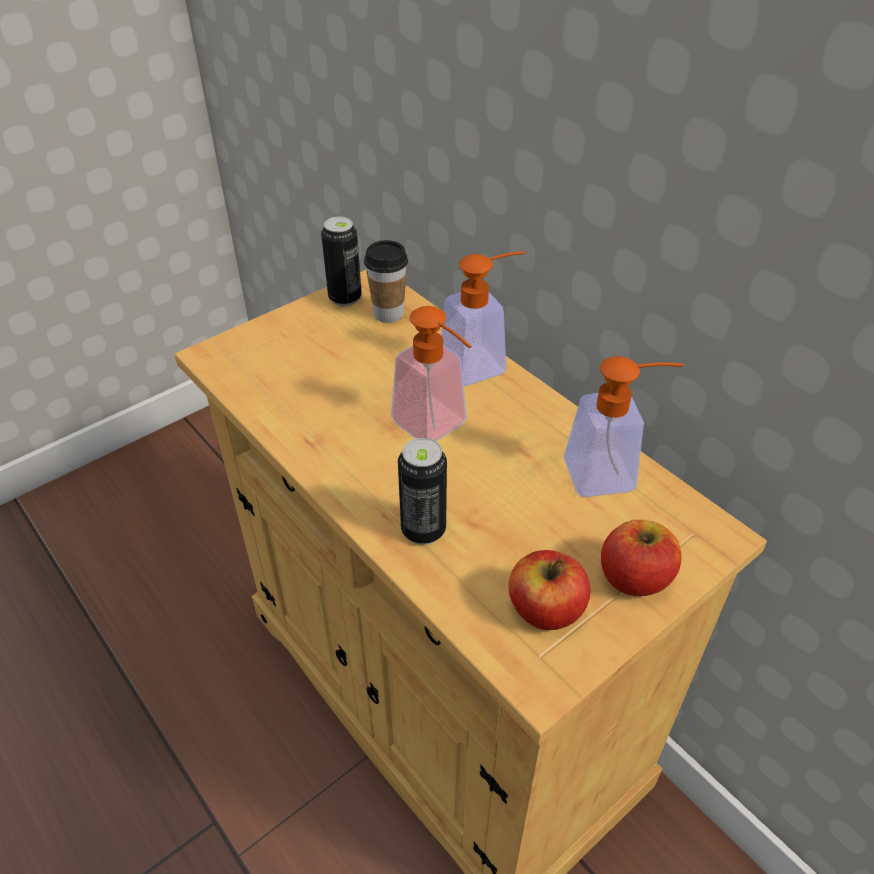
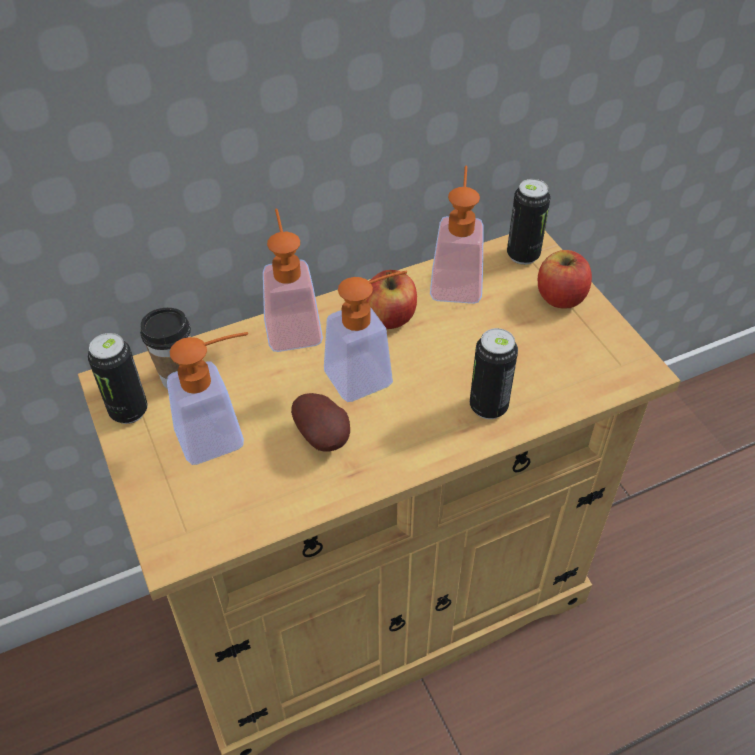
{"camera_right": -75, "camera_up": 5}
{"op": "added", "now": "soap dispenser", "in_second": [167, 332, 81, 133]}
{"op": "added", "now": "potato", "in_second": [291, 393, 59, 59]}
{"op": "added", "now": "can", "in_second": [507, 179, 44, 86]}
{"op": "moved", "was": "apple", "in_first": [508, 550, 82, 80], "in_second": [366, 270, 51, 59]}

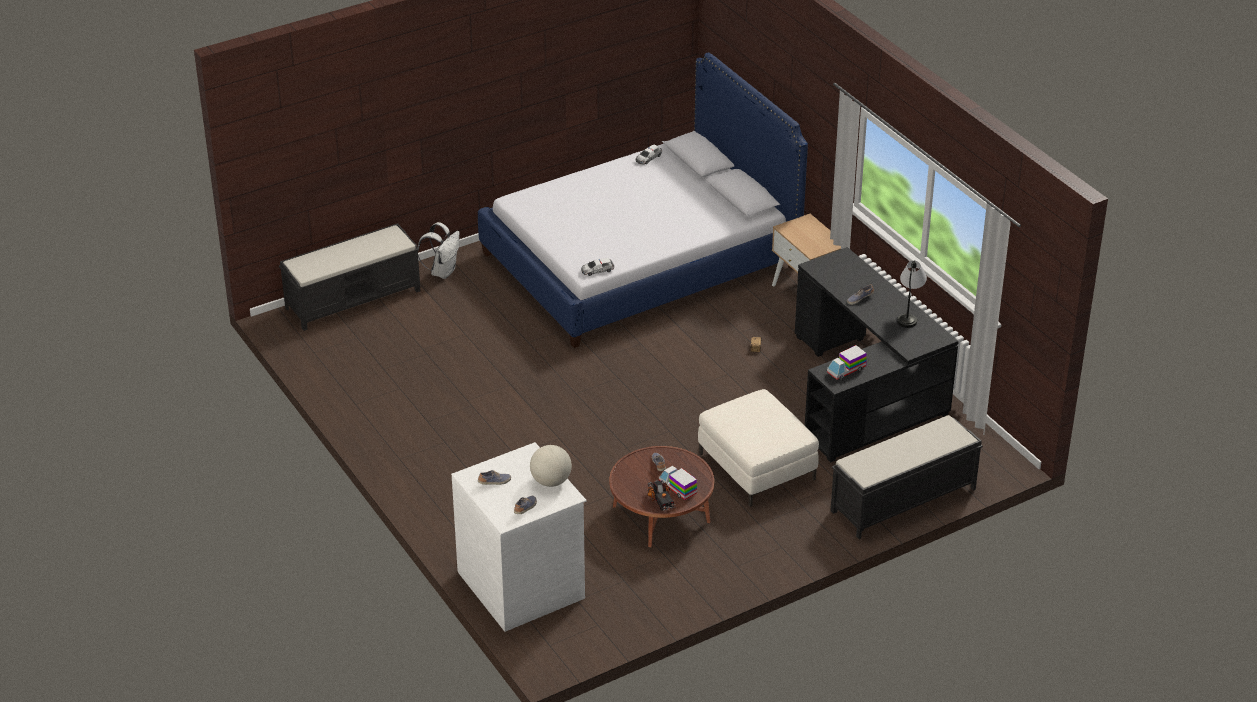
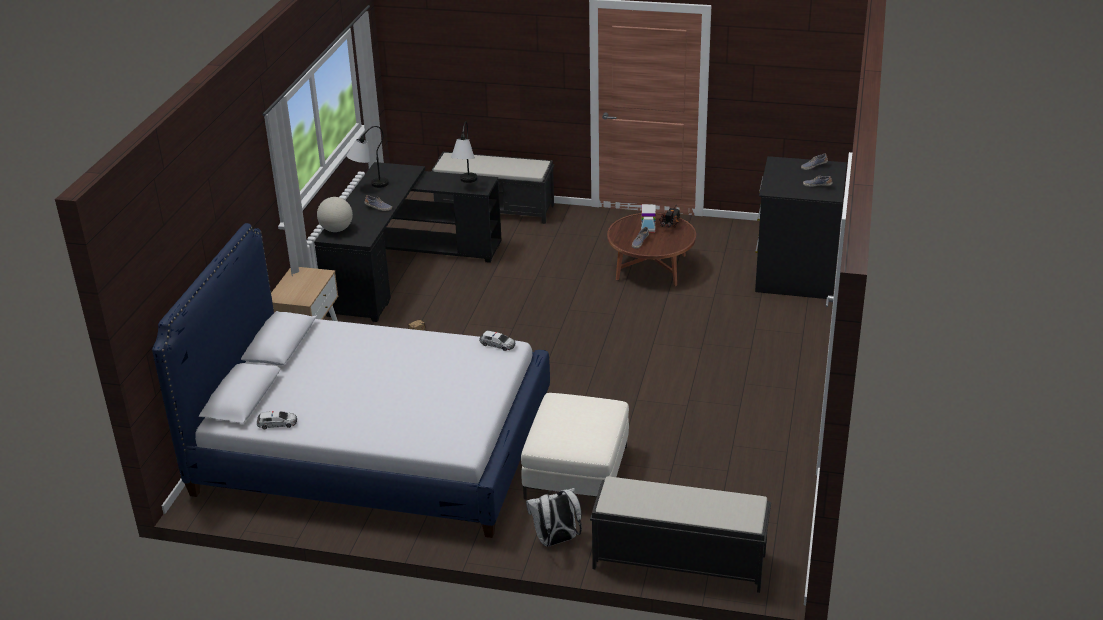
{"camera_right": -135, "camera_up": -5}
{"op": "moved", "was": "globe", "in_first": [530, 445, 42, 42], "in_second": [317, 197, 36, 35]}
{"op": "moved", "was": "white ottoman", "in_first": [698, 389, 121, 118], "in_second": [521, 393, 108, 106]}
{"op": "replaced", "was": "toy truck", "now": "table lamp", "in_first": [827, 345, 40, 35], "in_second": [451, 121, 26, 62]}
{"op": "recoloured", "was": "white dresser", "now": "black dresser", "in_first": [451, 442, 136, 190], "in_second": [755, 156, 92, 143]}

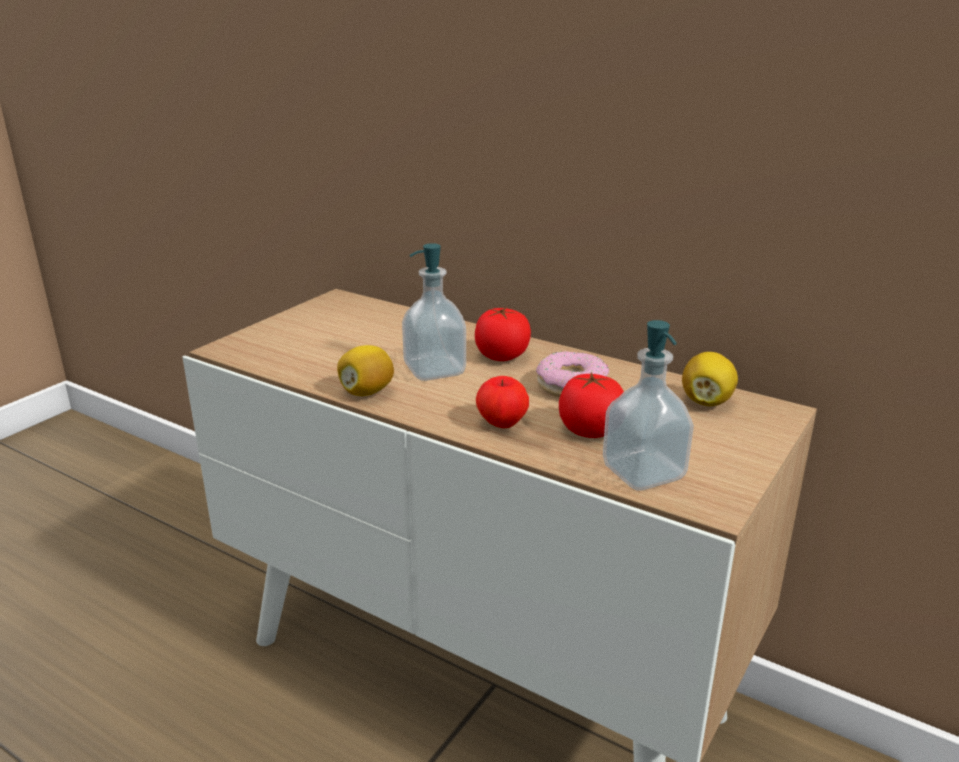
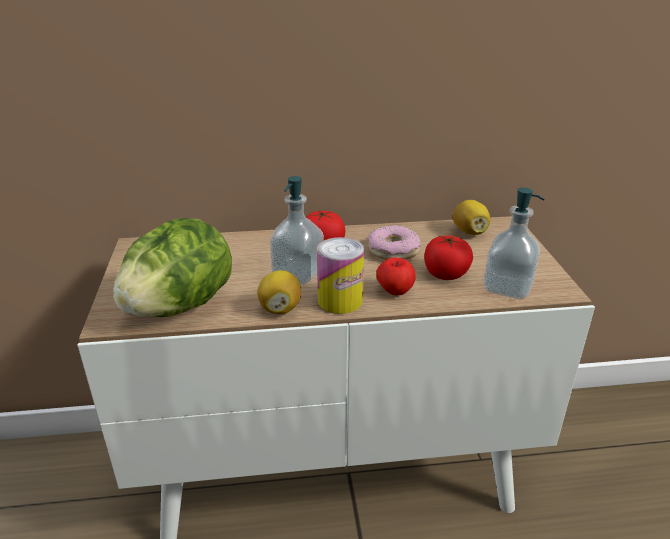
{"camera_right": -40, "camera_up": 5}
{"op": "added", "now": "lettuce", "in_second": [113, 218, 119, 99]}
{"op": "added", "now": "can", "in_second": [317, 237, 47, 77]}

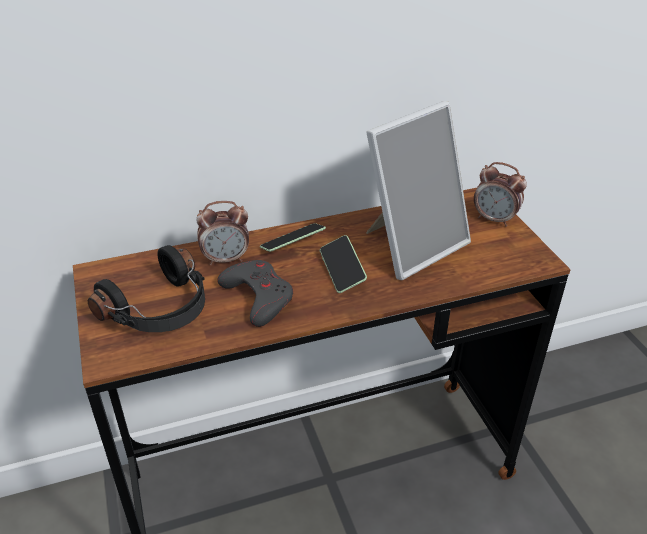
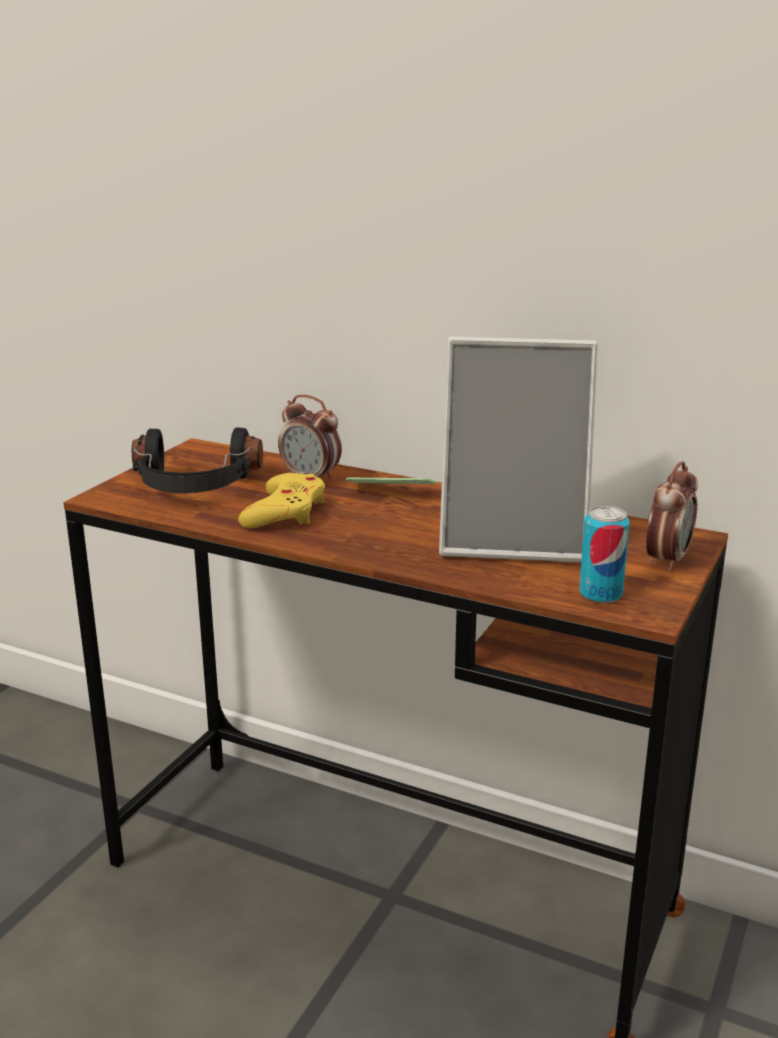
{"camera_right": 45, "camera_up": -15}
{"op": "removed", "was": "phone", "in_first": [320, 235, 47, 58]}
{"op": "added", "now": "can", "in_second": [579, 506, 51, 97]}
{"op": "recoloured", "was": "grey game controller", "now": "yellow game controller", "in_first": [217, 260, 76, 67], "in_second": [238, 473, 87, 55]}
{"op": "turned", "was": "alarm clock", "in_first": [474, 162, 53, 65], "in_second": [646, 461, 52, 110], "clockwise": -135}

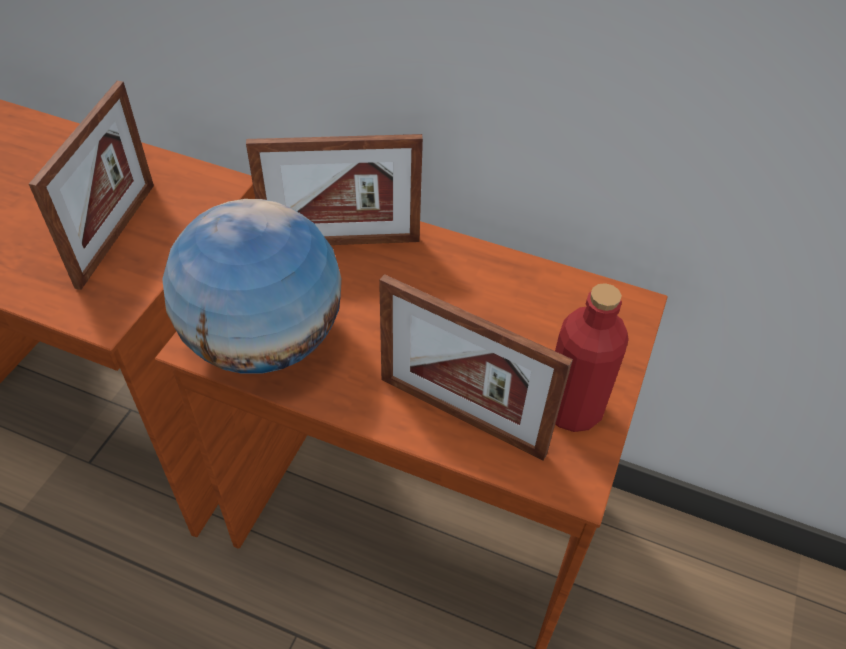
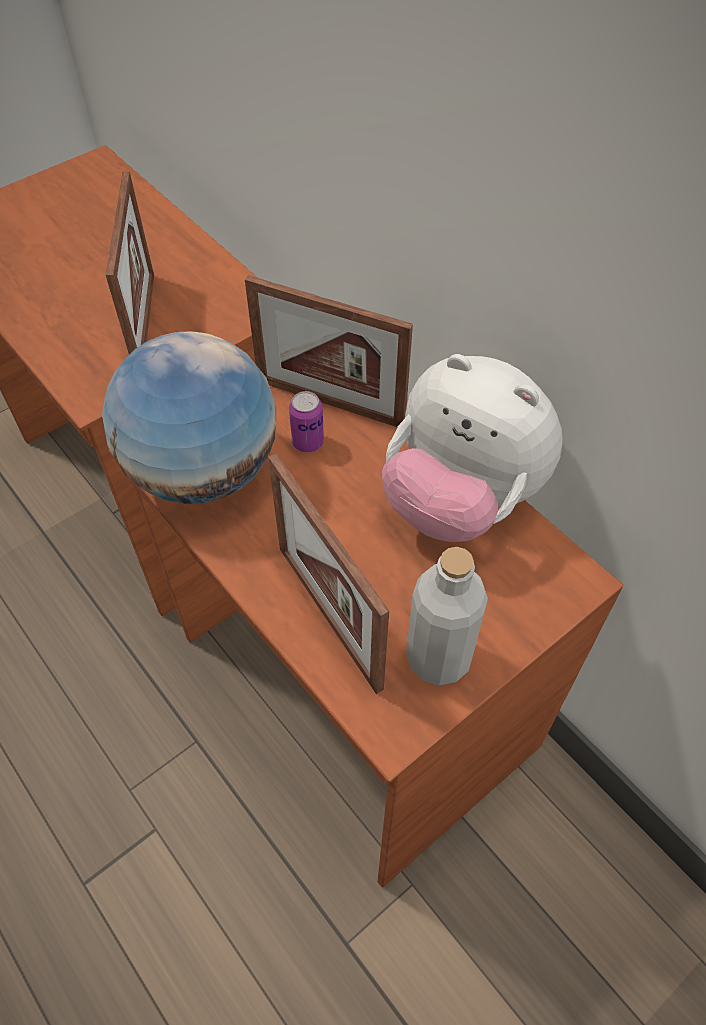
{"camera_right": 30, "camera_up": 5}
{"op": "added", "now": "can", "in_second": [289, 391, 35, 61]}
{"op": "added", "now": "plush toy", "in_second": [382, 354, 180, 188]}
{"op": "recoloured", "was": "red bottle", "now": "grey bottle", "in_first": [555, 283, 74, 149], "in_second": [406, 547, 82, 139]}
{"op": "turned", "was": "picture frame", "in_first": [29, 81, 125, 209], "in_second": [106, 172, 48, 183], "clockwise": -45}

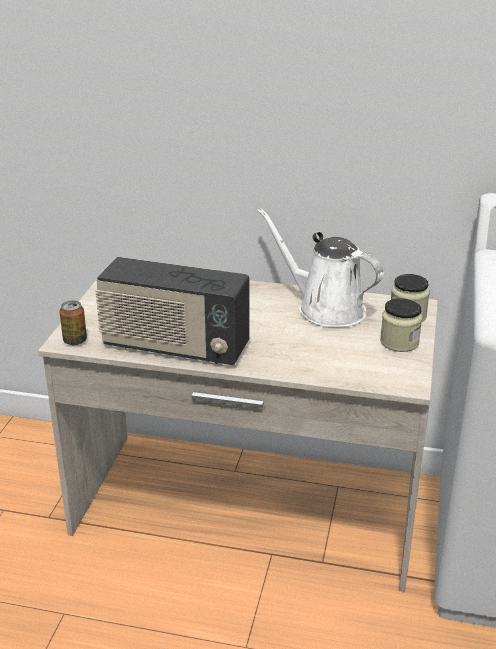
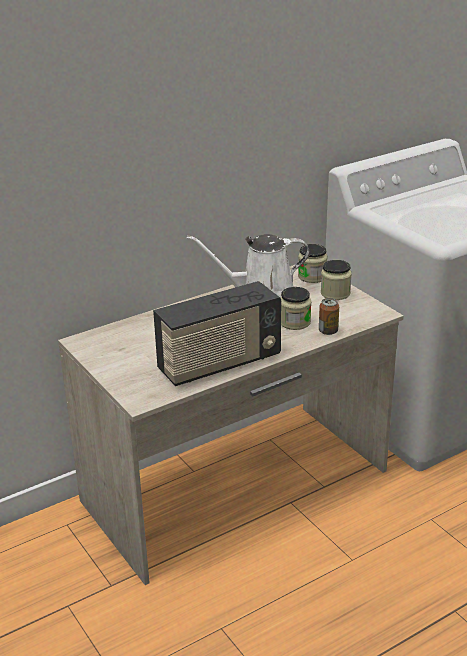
{"camera_right": -45, "camera_up": 0}
{"op": "added", "now": "jar", "in_second": [281, 287, 30, 43]}
{"op": "moved", "was": "can", "in_first": [59, 300, 28, 45], "in_second": [319, 298, 20, 37]}

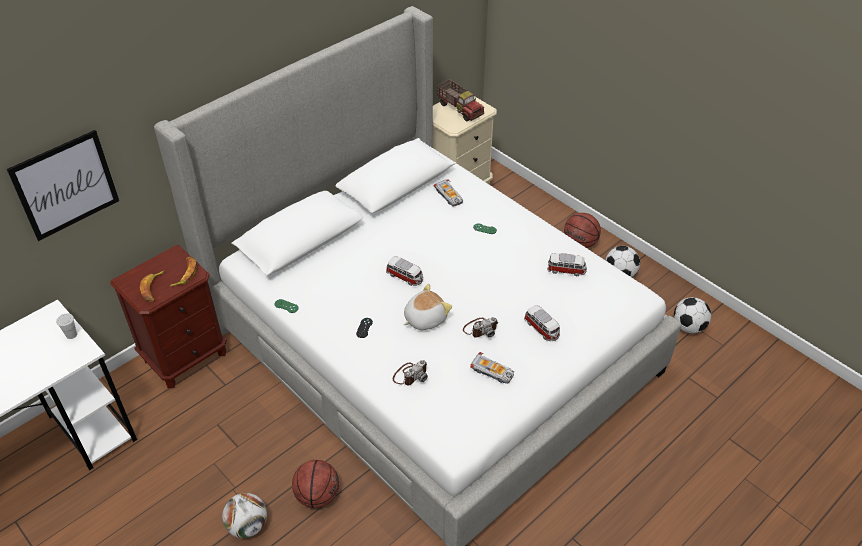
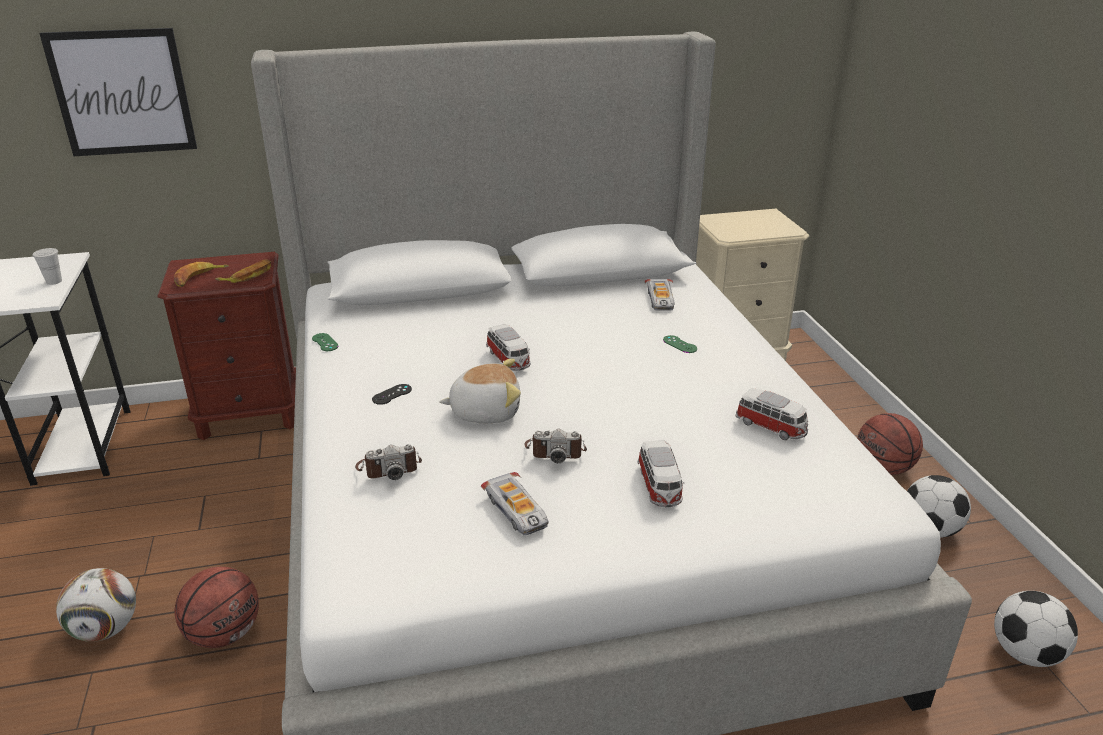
{"camera_right": 30, "camera_up": -15}
{"op": "removed", "was": "toy truck", "in_first": [437, 79, 47, 42]}

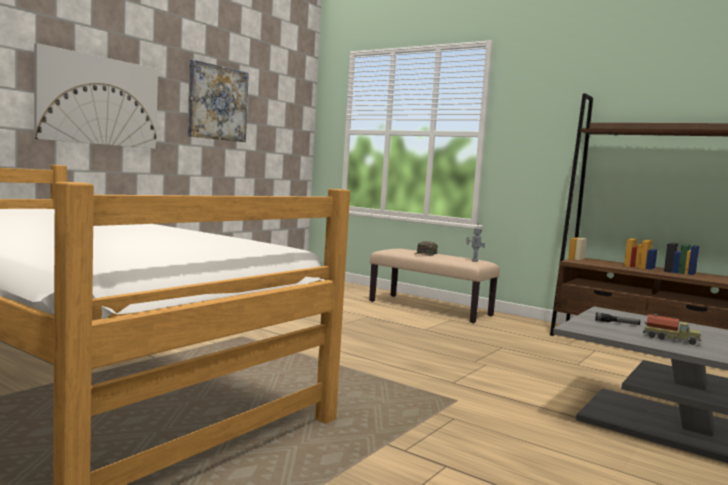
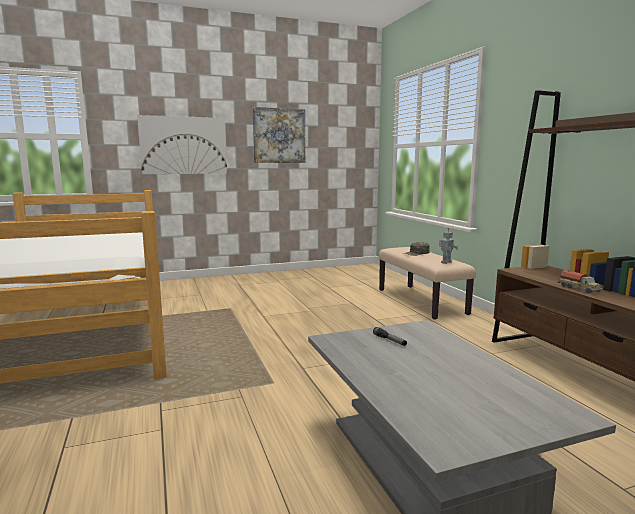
{"camera_right": 35, "camera_up": 5}
{"op": "moved", "was": "toy truck", "in_first": [643, 314, 59, 31], "in_second": [558, 270, 44, 24]}

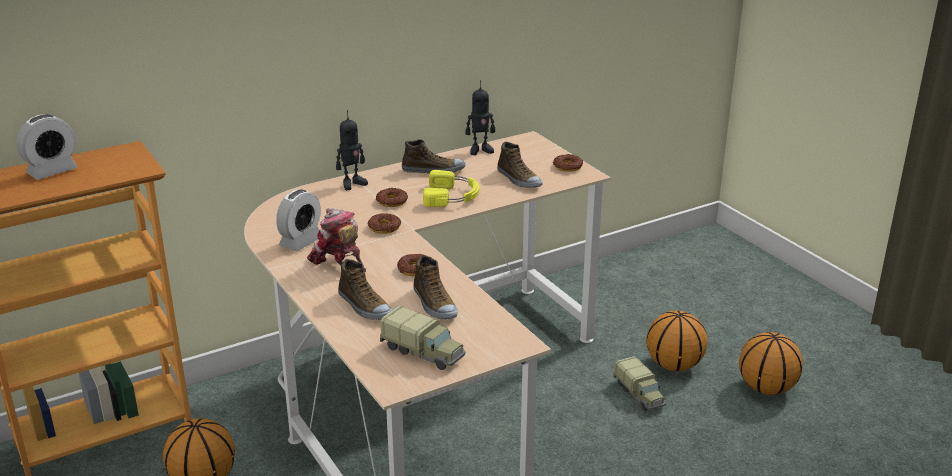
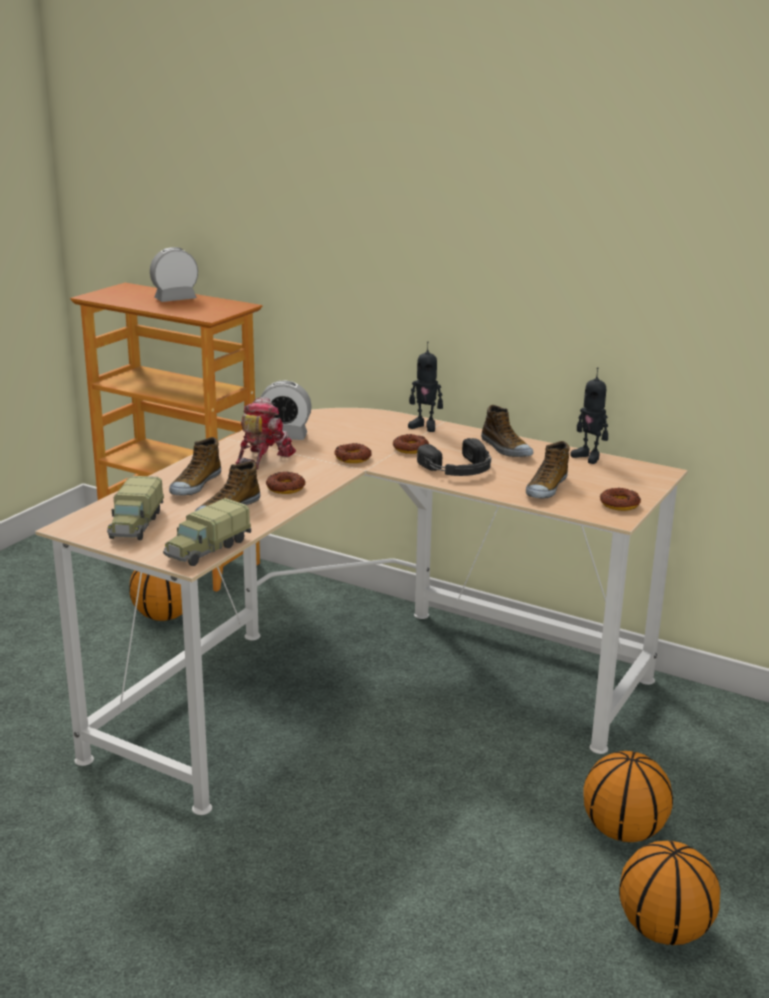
{"camera_right": 60, "camera_up": -5}
{"op": "moved", "was": "toy truck", "in_first": [614, 356, 52, 55], "in_second": [163, 498, 88, 68]}
{"op": "recoloured", "was": "yellow headphones", "now": "black headphones", "in_first": [423, 170, 56, 37], "in_second": [417, 438, 74, 38]}
{"op": "turned", "was": "alarm clock", "in_first": [16, 114, 61, 66], "in_second": [150, 247, 48, 55], "clockwise": 135}

